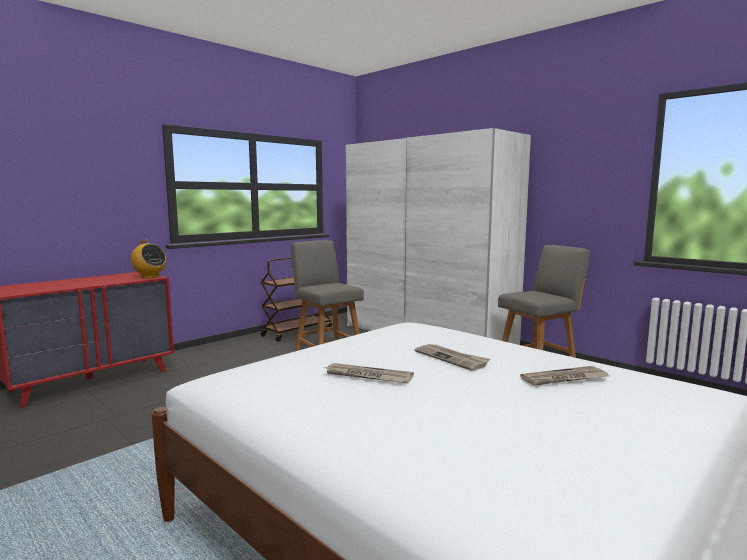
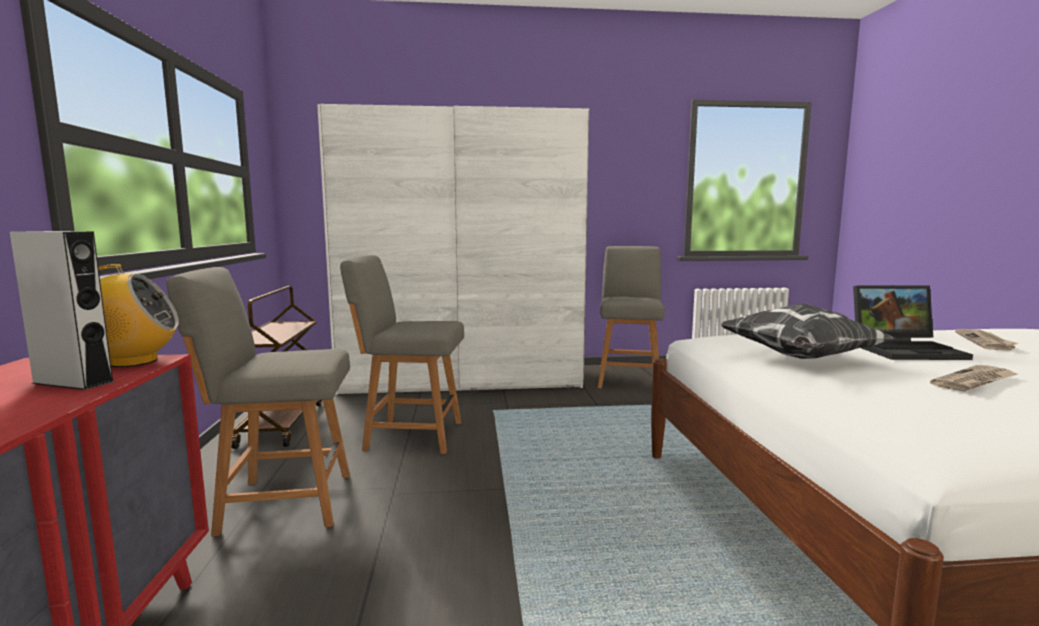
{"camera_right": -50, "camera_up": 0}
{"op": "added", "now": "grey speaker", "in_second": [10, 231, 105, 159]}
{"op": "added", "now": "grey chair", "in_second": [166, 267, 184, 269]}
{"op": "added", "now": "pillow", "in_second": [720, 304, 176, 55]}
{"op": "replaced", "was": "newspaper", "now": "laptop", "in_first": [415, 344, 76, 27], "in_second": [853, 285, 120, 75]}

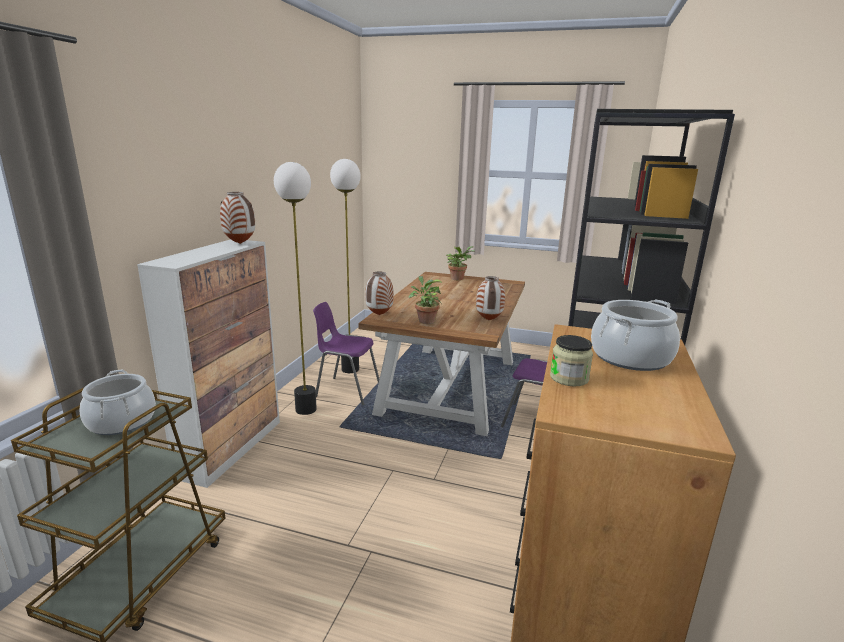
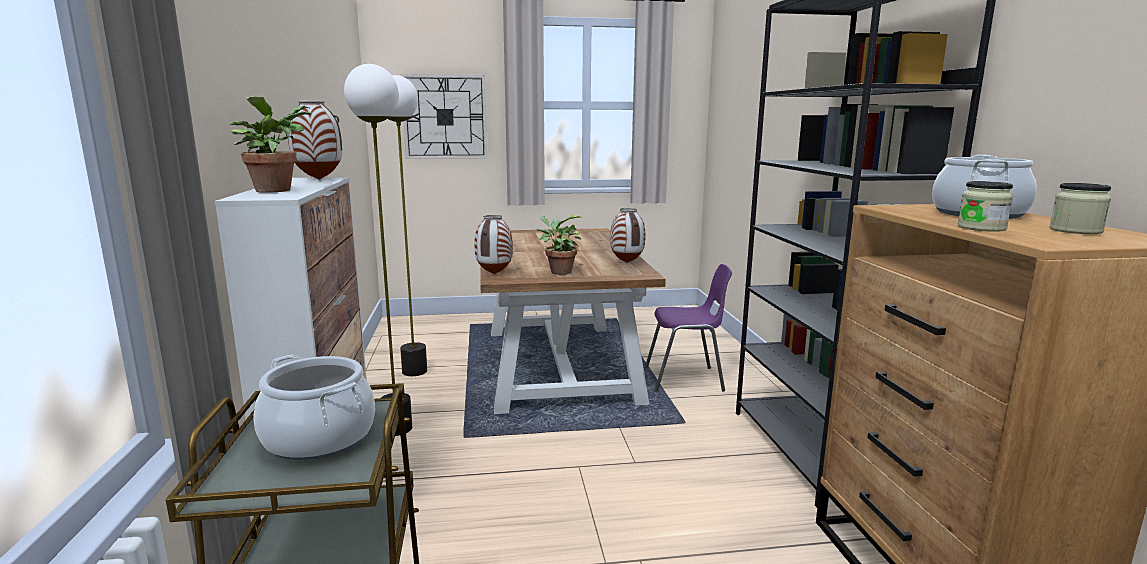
{"camera_right": -25, "camera_up": -5}
{"op": "removed", "was": "purple chair", "in_first": [313, 302, 66, 103]}
{"op": "added", "now": "wall clock", "in_second": [400, 74, 87, 85]}
{"op": "added", "now": "jar", "in_second": [1049, 183, 62, 51]}
{"op": "moved", "was": "potted plant", "in_first": [446, 246, 29, 34], "in_second": [229, 97, 82, 96]}

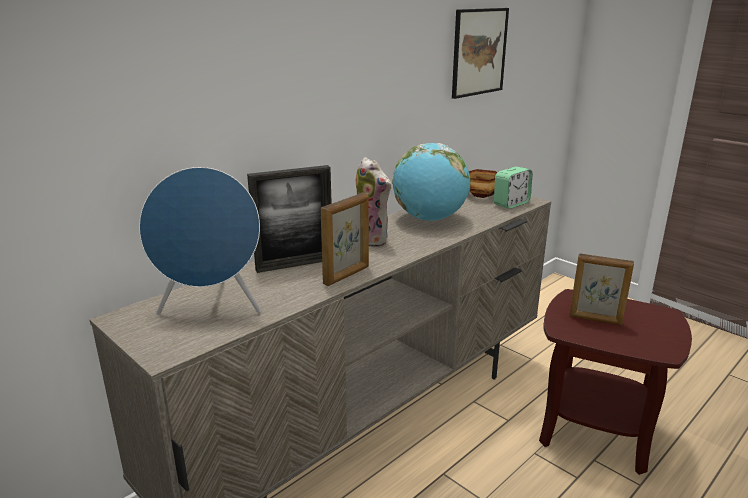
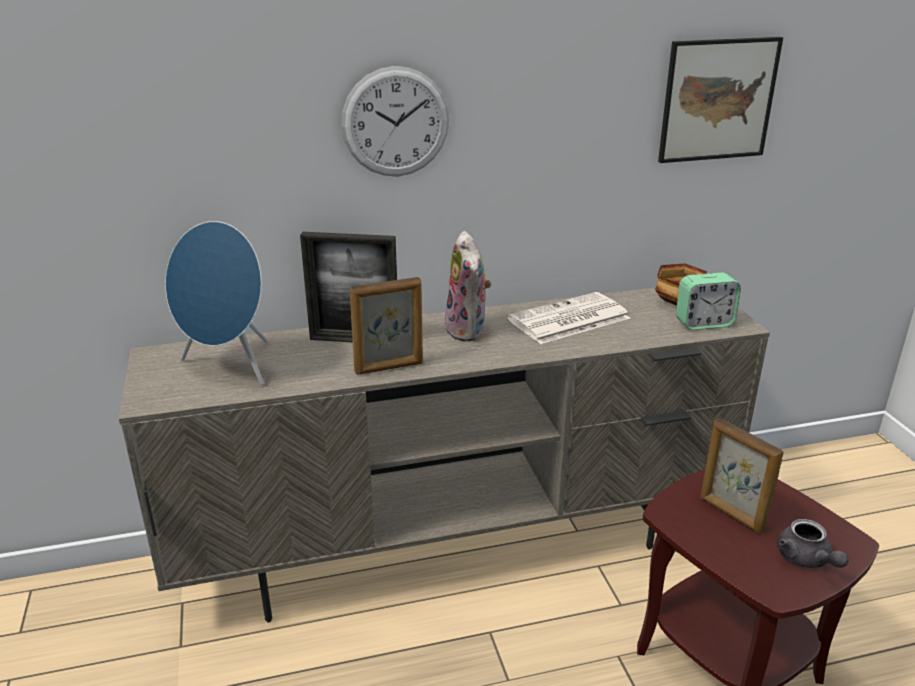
{"camera_right": 30, "camera_up": 5}
{"op": "added", "now": "wall clock", "in_second": [341, 66, 108, 110]}
{"op": "added", "now": "grey teapot", "in_second": [777, 519, 71, 49]}
{"op": "replaced", "was": "globe", "now": "newspaper", "in_first": [392, 143, 79, 78], "in_second": [508, 292, 122, 52]}

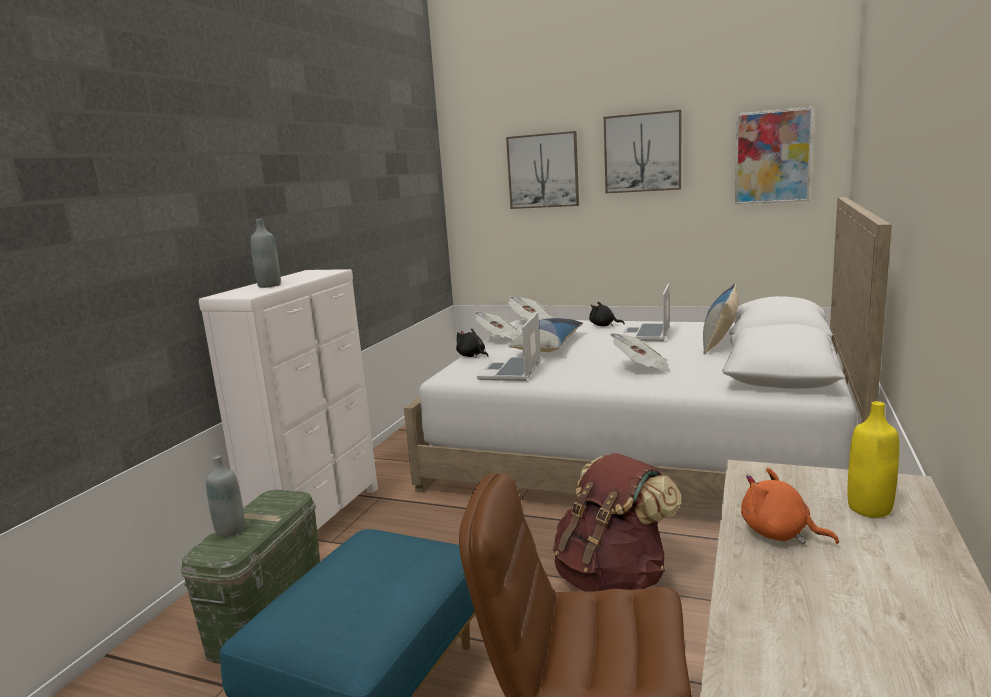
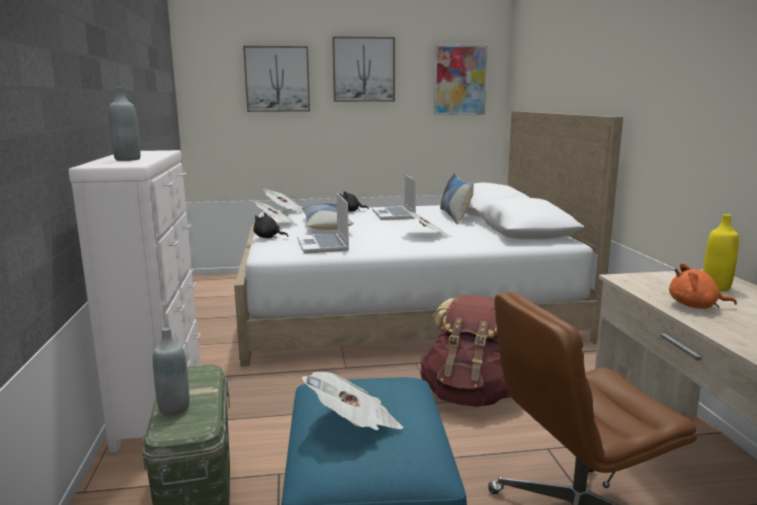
{"camera_right": -30, "camera_up": 0}
{"op": "added", "now": "newspaper", "in_second": [302, 372, 101, 58]}

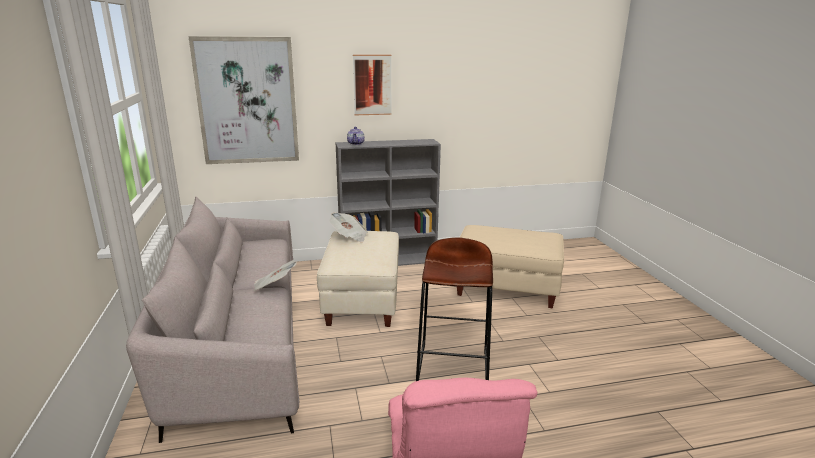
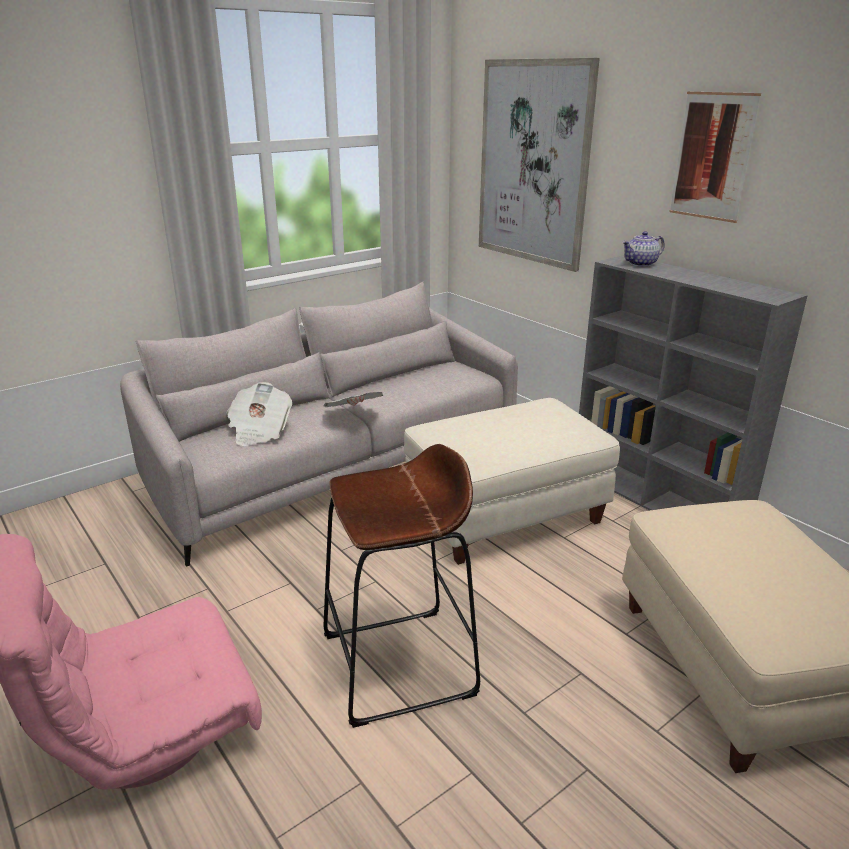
{"camera_right": 65, "camera_up": 5}
{"op": "moved", "was": "newspaper", "in_first": [329, 212, 39, 30], "in_second": [227, 382, 65, 64]}

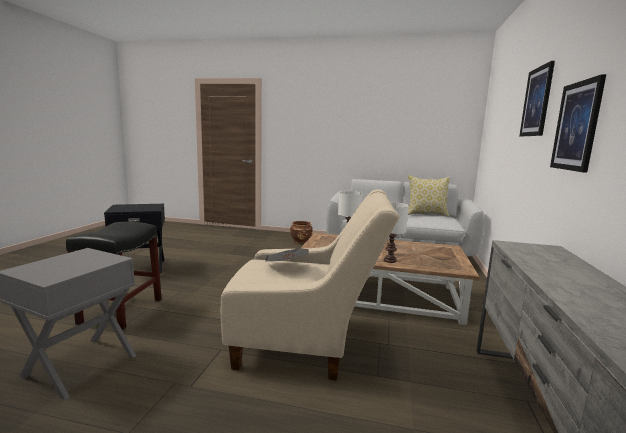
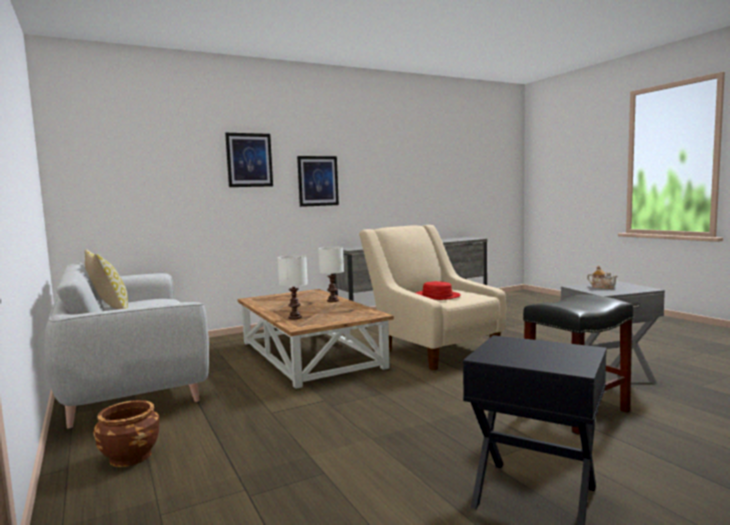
{"camera_right": -130, "camera_up": -5}
{"op": "added", "now": "teapot", "in_second": [587, 265, 30, 24]}
{"op": "replaced", "was": "newspaper", "now": "red hat", "in_first": [265, 248, 44, 14], "in_second": [416, 281, 45, 19]}

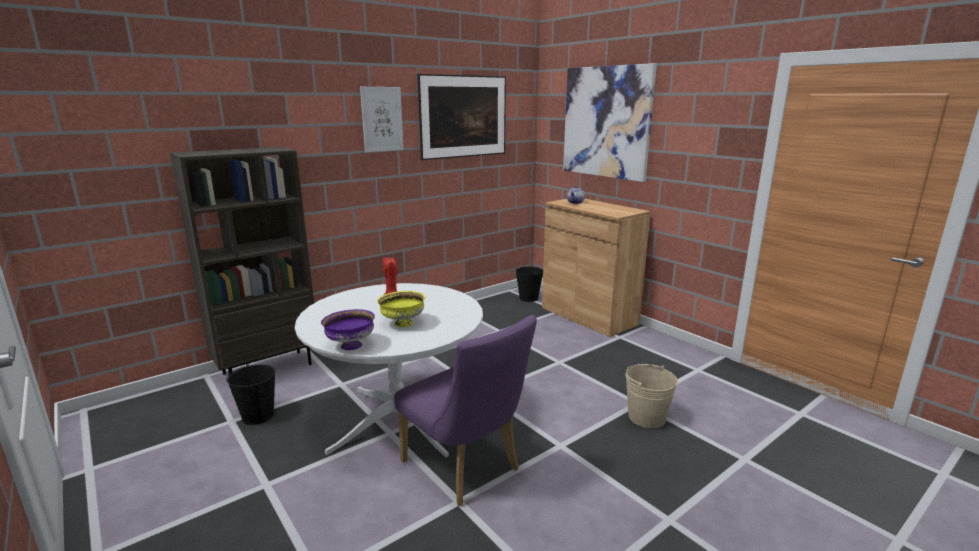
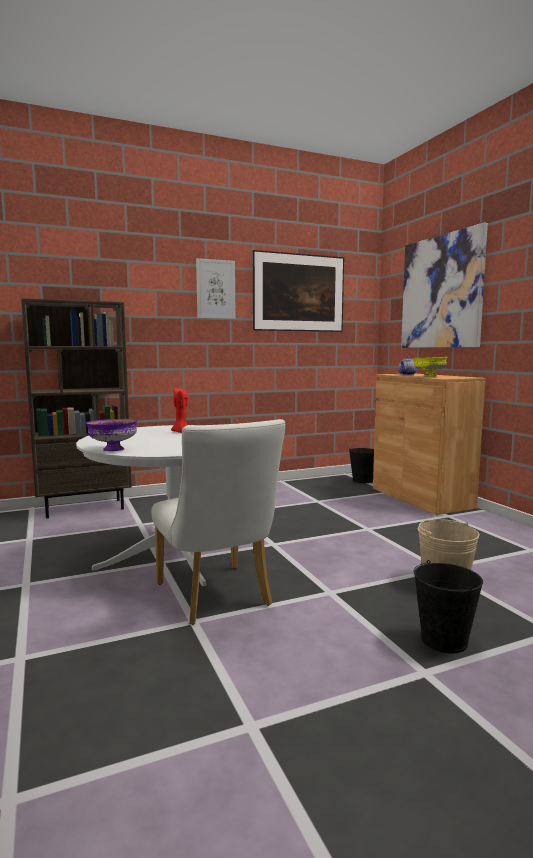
{"camera_right": 15, "camera_up": -10}
{"op": "moved", "was": "black bucket", "in_first": [226, 364, 49, 61], "in_second": [413, 560, 70, 93]}
{"op": "moved", "was": "yellow bowl", "in_first": [377, 291, 48, 36], "in_second": [413, 357, 35, 19]}
{"op": "recoloured", "was": "purple chair", "now": "white chair", "in_first": [394, 315, 143, 191], "in_second": [151, 419, 135, 206]}

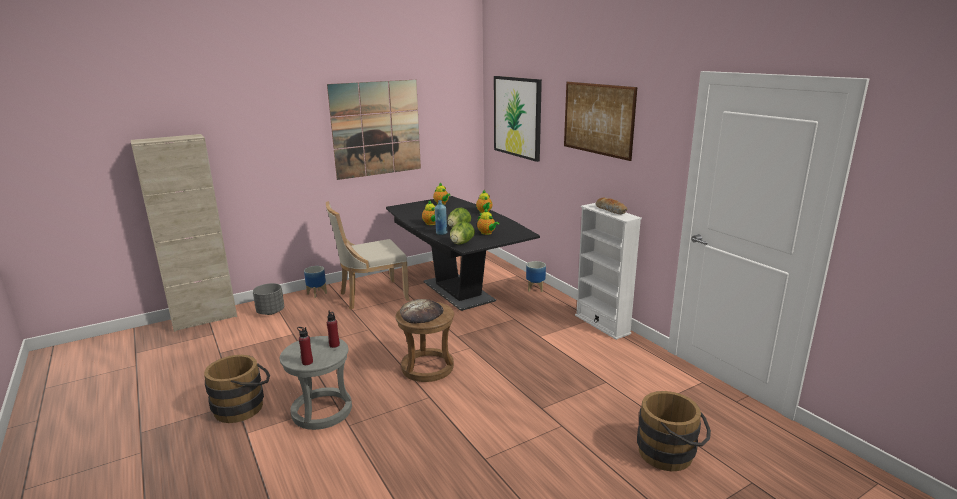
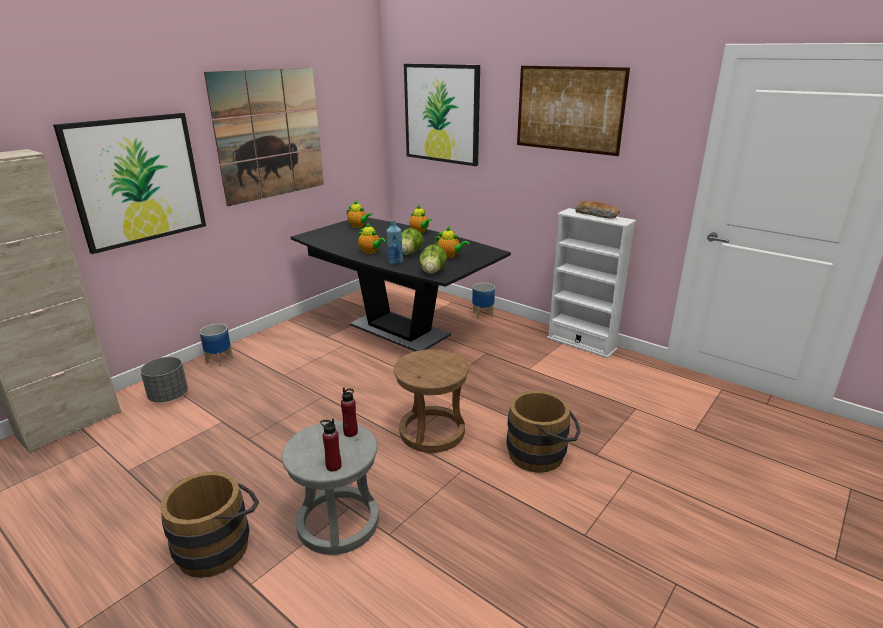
{"camera_right": -20, "camera_up": 5}
{"op": "removed", "was": "beige chair", "in_first": [326, 201, 84, 108]}
{"op": "removed", "was": "bread", "in_first": [400, 299, 43, 25]}
{"op": "added", "now": "picture", "in_second": [53, 113, 153, 141]}
{"op": "moved", "was": "brown bucket", "in_first": [637, 391, 74, 80], "in_second": [506, 391, 75, 82]}

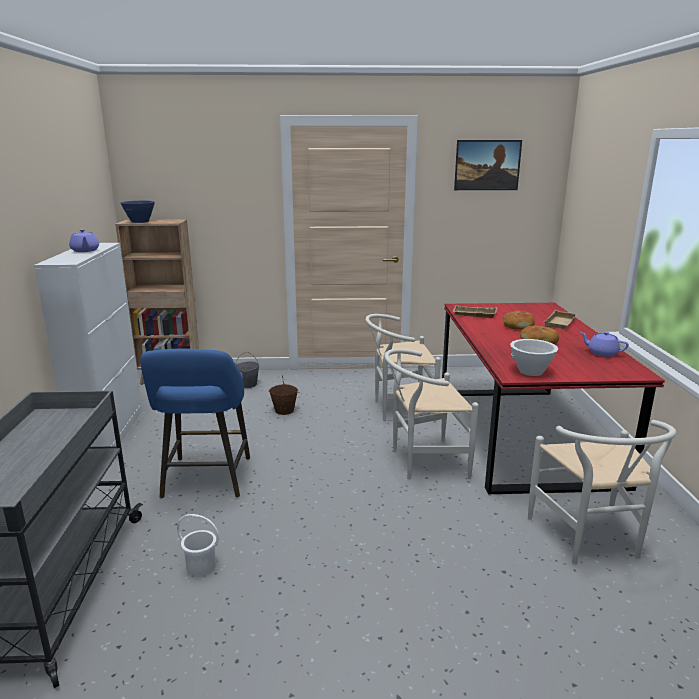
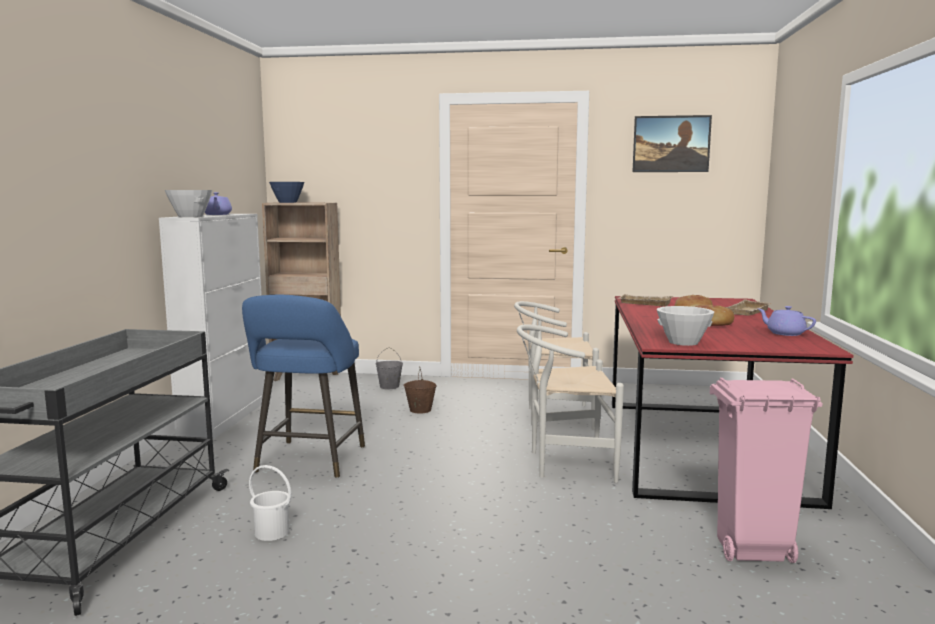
{"camera_right": 10, "camera_up": -10}
{"op": "added", "now": "white bowl", "in_second": [165, 190, 48, 27]}
{"op": "replaced", "was": "white chair", "now": "pink trash can", "in_first": [528, 420, 148, 145], "in_second": [710, 378, 112, 185]}

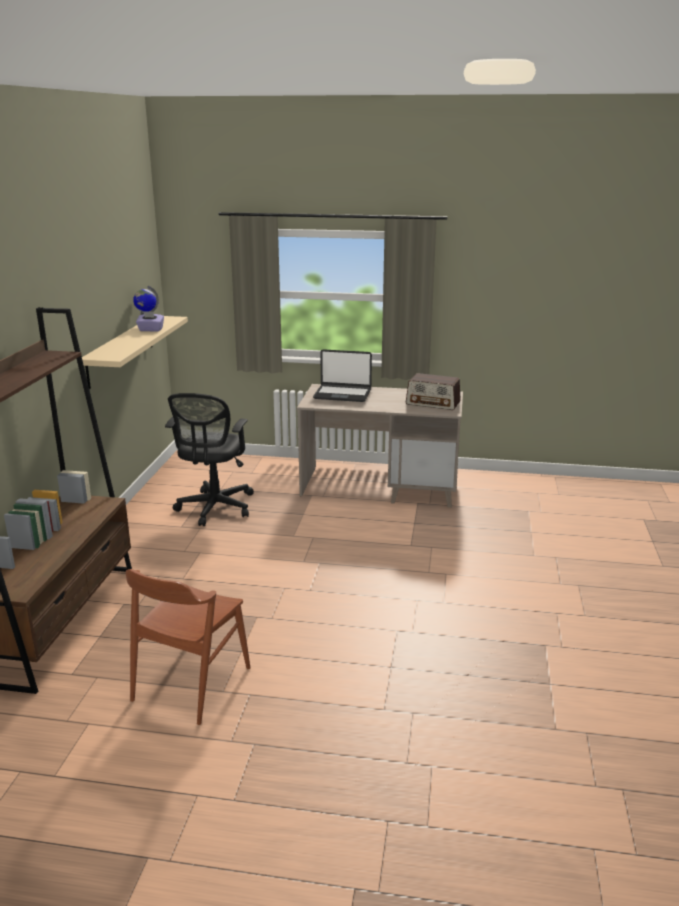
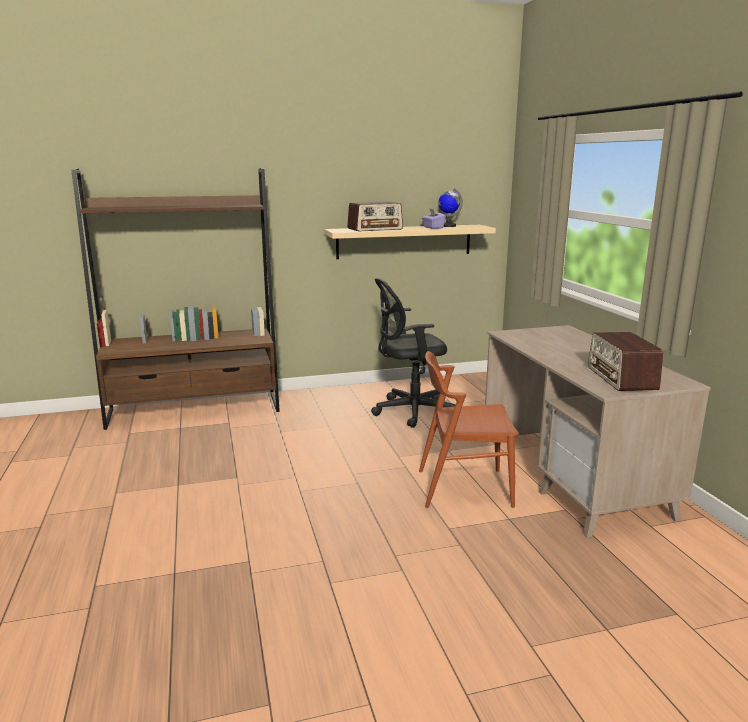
{"camera_right": 65, "camera_up": -5}
{"op": "removed", "was": "laptop", "in_first": [313, 349, 59, 53]}
{"op": "added", "now": "radio", "in_second": [347, 202, 56, 30]}
{"op": "moved", "was": "brown chair", "in_first": [126, 569, 124, 156], "in_second": [419, 351, 100, 157]}

